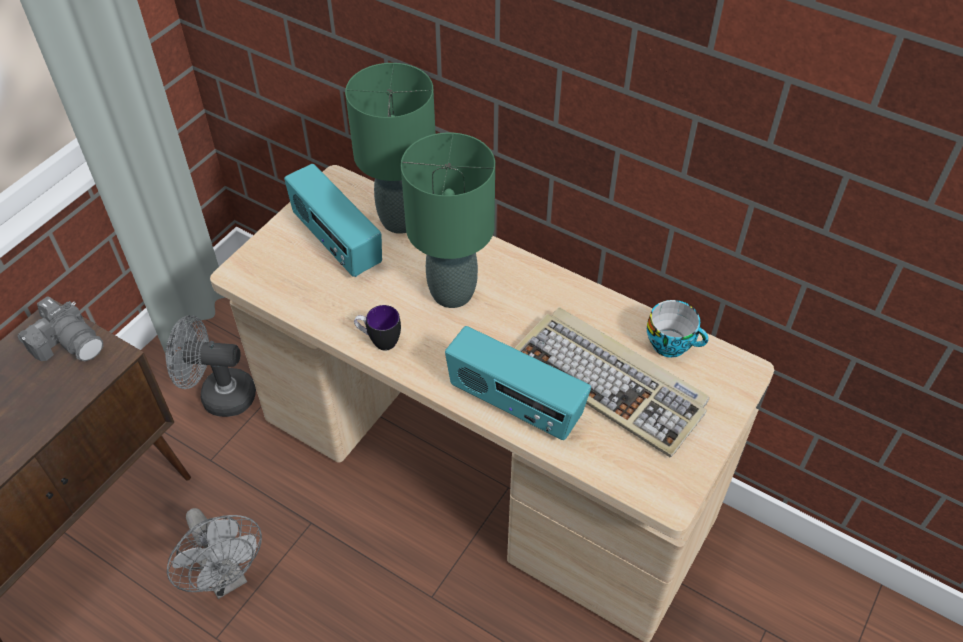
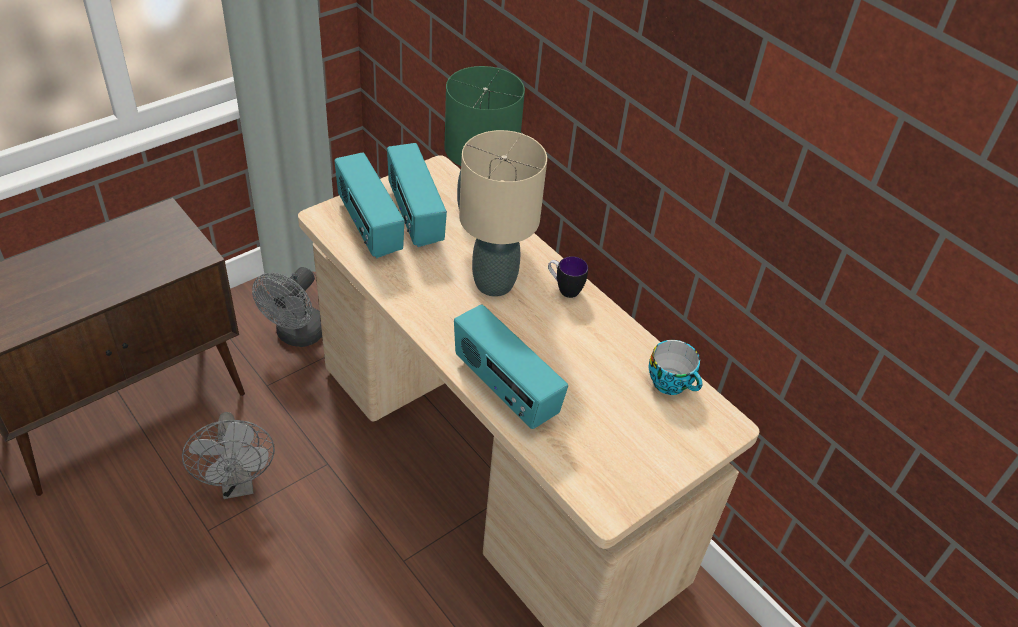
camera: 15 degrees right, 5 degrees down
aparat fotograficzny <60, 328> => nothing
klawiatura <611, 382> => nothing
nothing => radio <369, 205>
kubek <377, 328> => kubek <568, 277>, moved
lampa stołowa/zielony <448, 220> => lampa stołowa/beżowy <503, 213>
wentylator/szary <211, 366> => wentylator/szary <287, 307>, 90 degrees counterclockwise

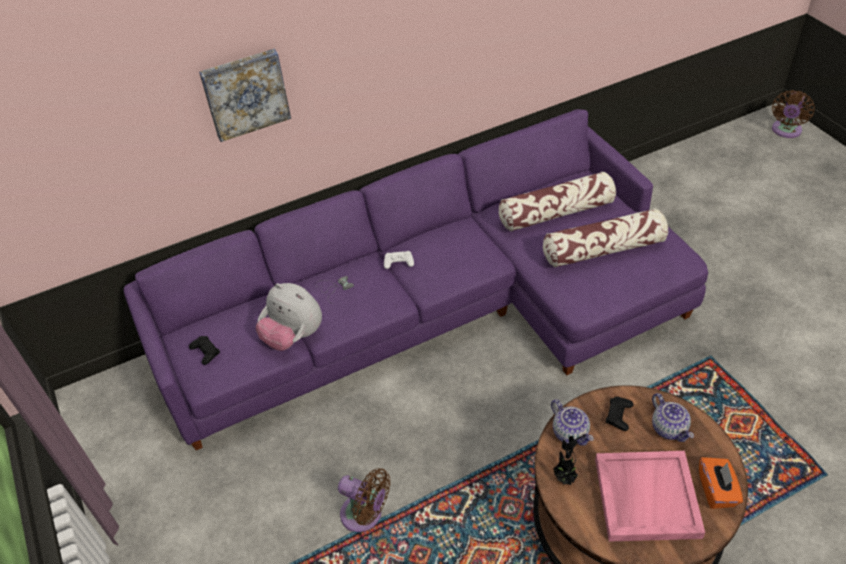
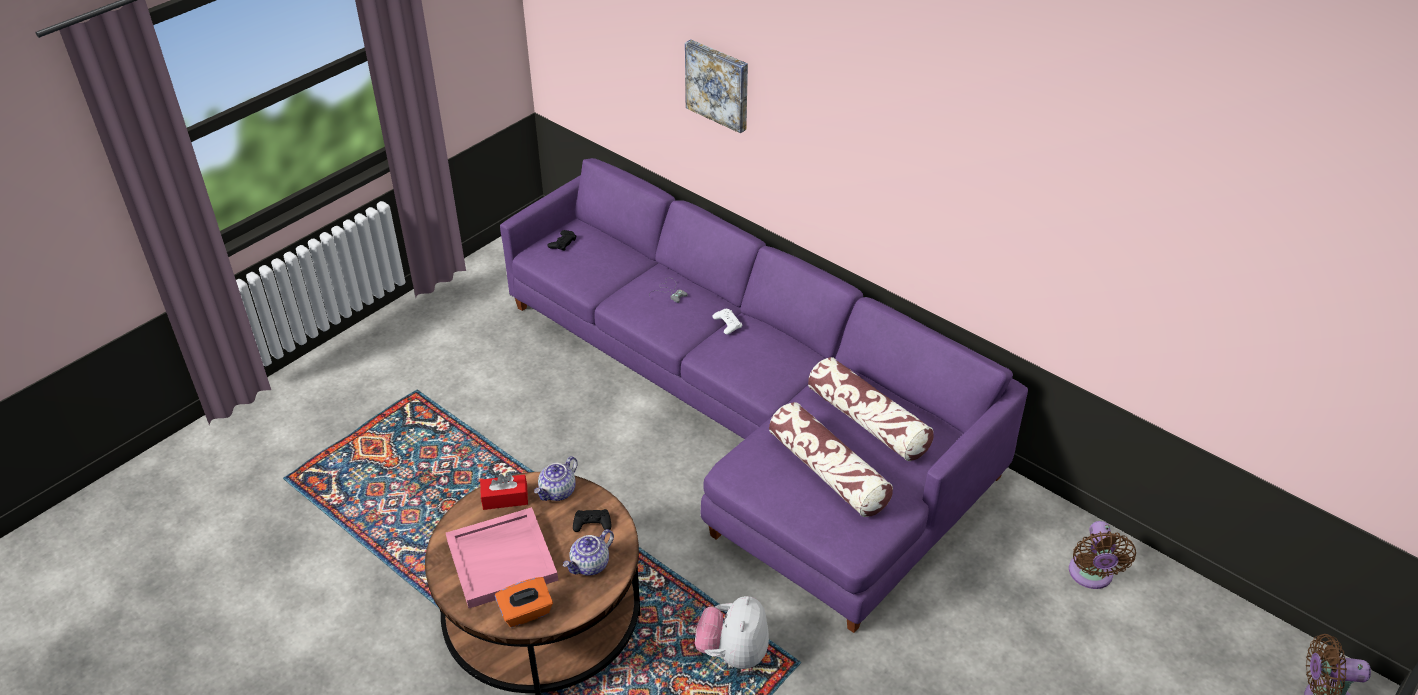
camera: 65 degrees right, 5 degrees down
pluszak <289, 317> => pluszak <732, 632>, moved
wentylator/brązowy <364, 500> => wentylator/brązowy <1102, 555>, moved
roślina doniczkowa <567, 460> => pudełko chusteczek/czerwony <504, 492>

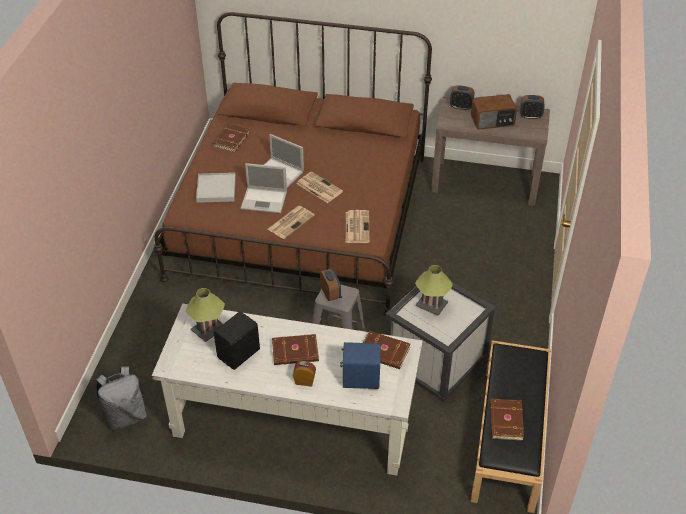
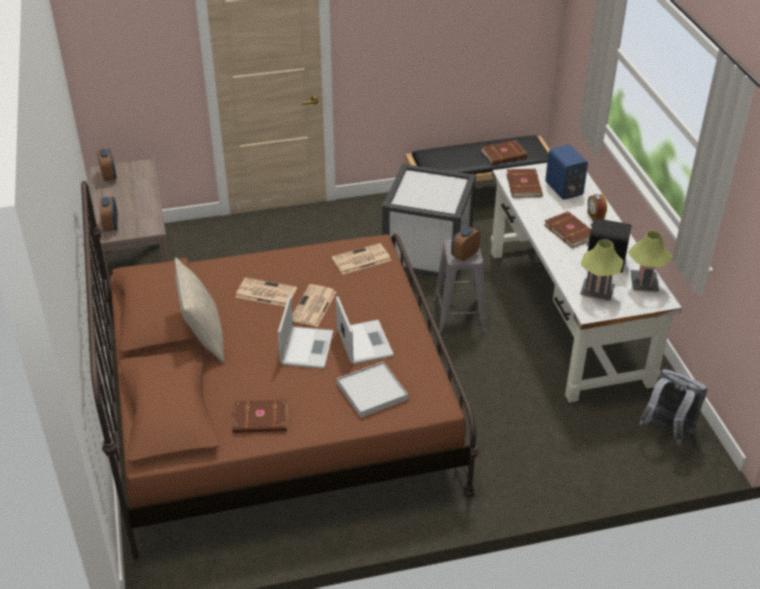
camera: 115 degrees left, 5 degrees down
radio <494, 112> => nothing
nothing => poduszka/beżowy <199, 310>
gazeta <291, 222> => gazeta <266, 292>, moved
lampa stołowa <434, 290> => lampa stołowa <650, 262>, moved

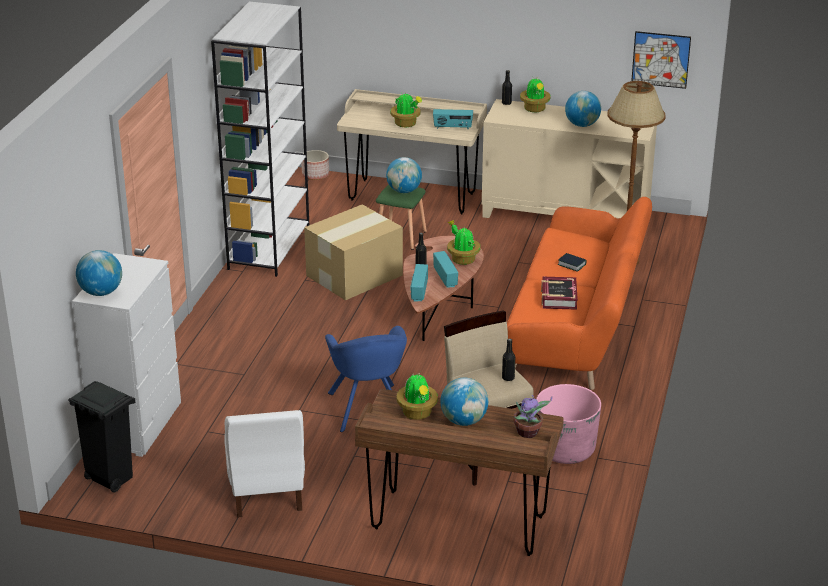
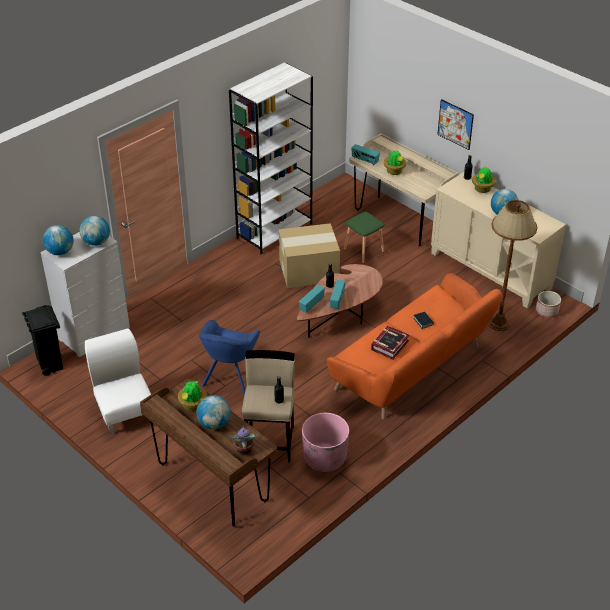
camera: 30 degrees right, 10 degrees up
roślina doniczkowa <463, 242> => nothing
donica <315, 165> => donica <548, 304>, moved
globus <404, 175> => globus <95, 231>, moved
radio <453, 119> => radio <365, 154>, moved
obraz <661, 60> => obraz <455, 124>, moved
krzesło/biały <264, 464> => krzesło/biały <118, 382>, 135 degrees clockwise

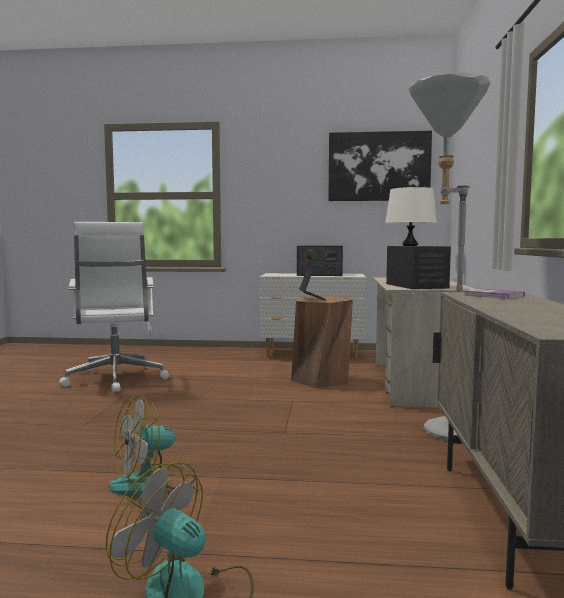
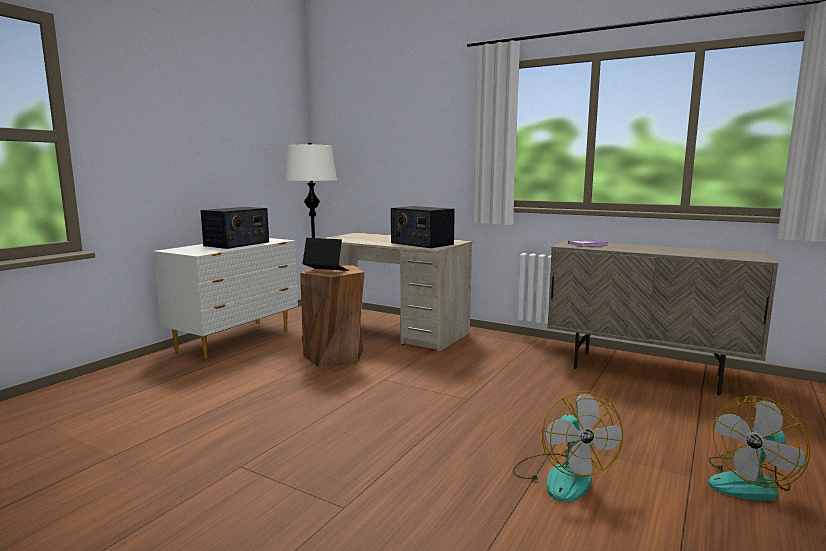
camera: 65 degrees left, 5 degrees up
krzesło biurowe/biały <114, 307> => nothing
obraz <380, 166> => nothing
lampa stojąca/szary <449, 257> => nothing
radio <418, 267> => radio <423, 227>, 150 degrees counterclockwise

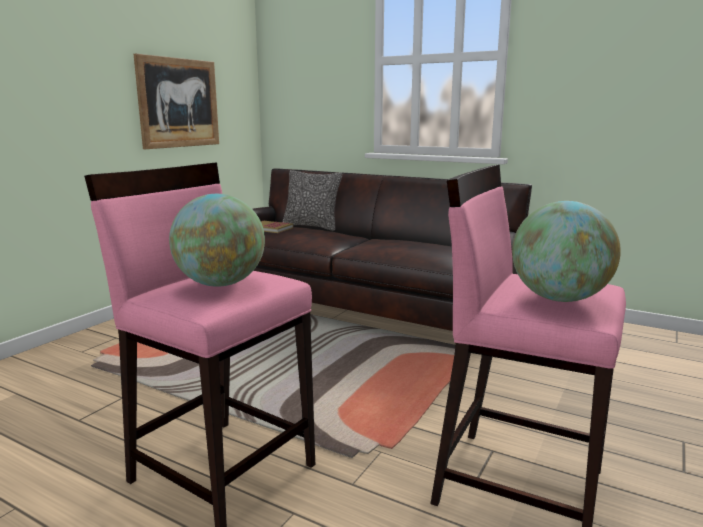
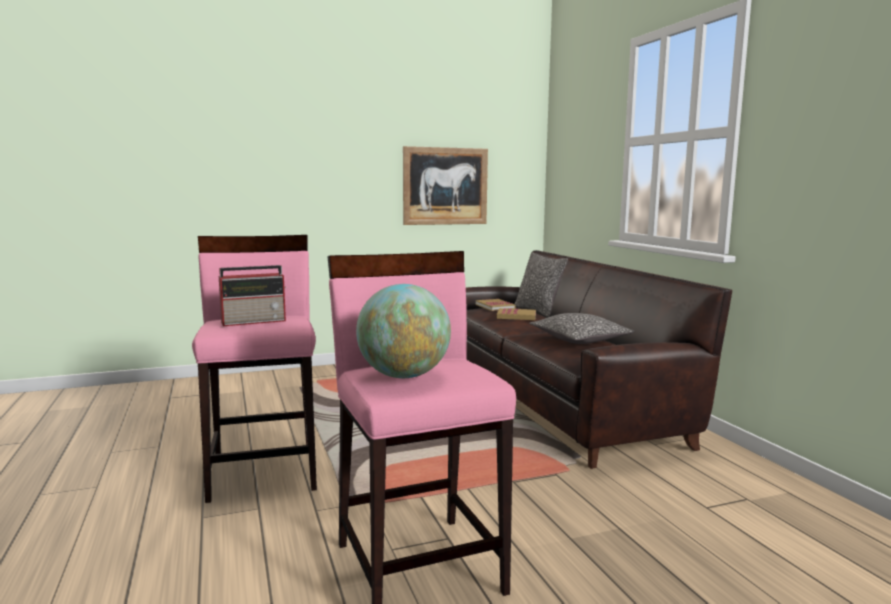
camera: 40 degrees right, 5 degrees down
nothing => książka <516, 314>
nothing => poduszka <582, 328>
globus <217, 240> => radio <252, 295>

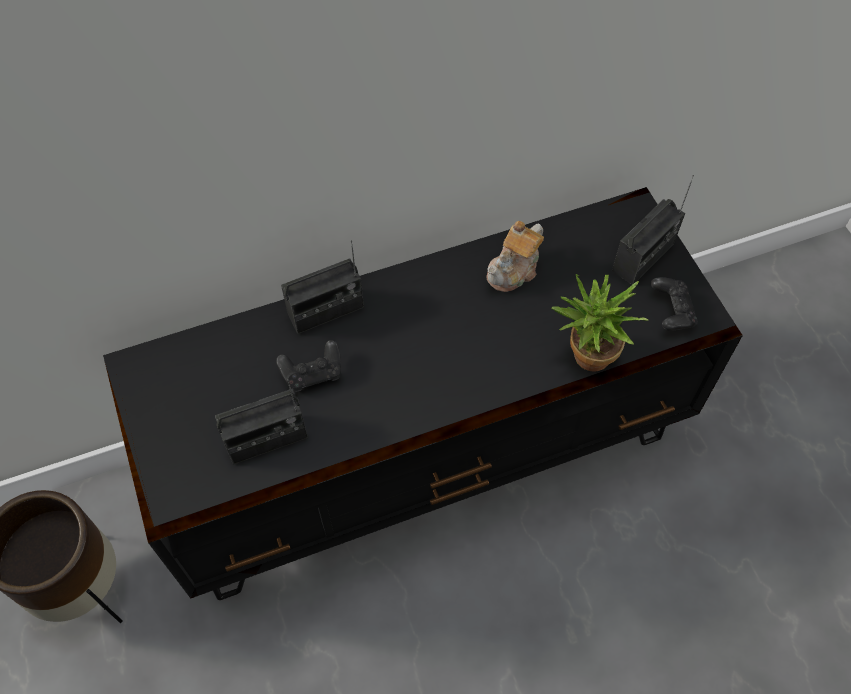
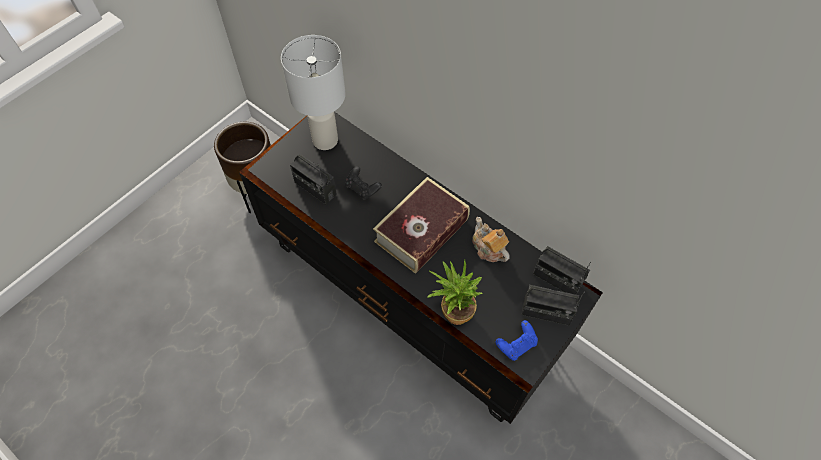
camera: 60 degrees right, 0 degrees up
nothing => lampa stołowa/biały <313, 92>
nothing => książka <421, 225>
radio <322, 287> => radio <562, 270>, moved
pad do gier/czarny <674, 304> => pad do gier/niebieski <516, 340>
imbryk <515, 256> => imbryk <491, 239>, 45 degrees clockwise

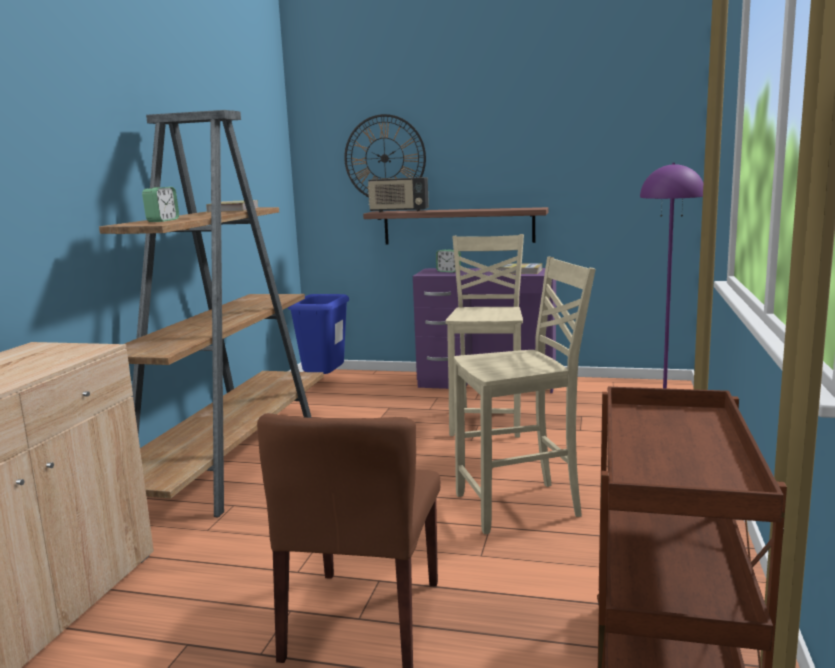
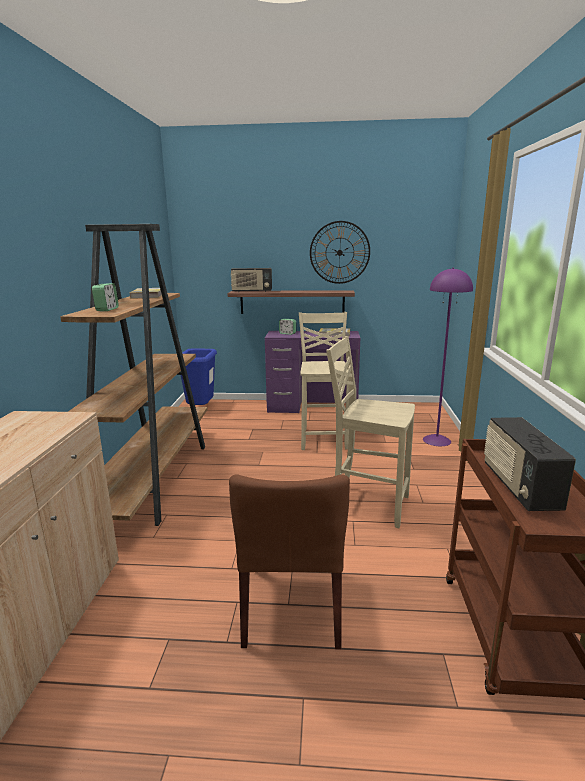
camera: 10 degrees left, 5 degrees up
nothing => radio <530, 464>
zegar ścienny <385, 155> => zegar ścienny <340, 252>, moved
krzesło/beżowy <524, 395> => krzesło/beżowy <370, 432>, 135 degrees counterclockwise

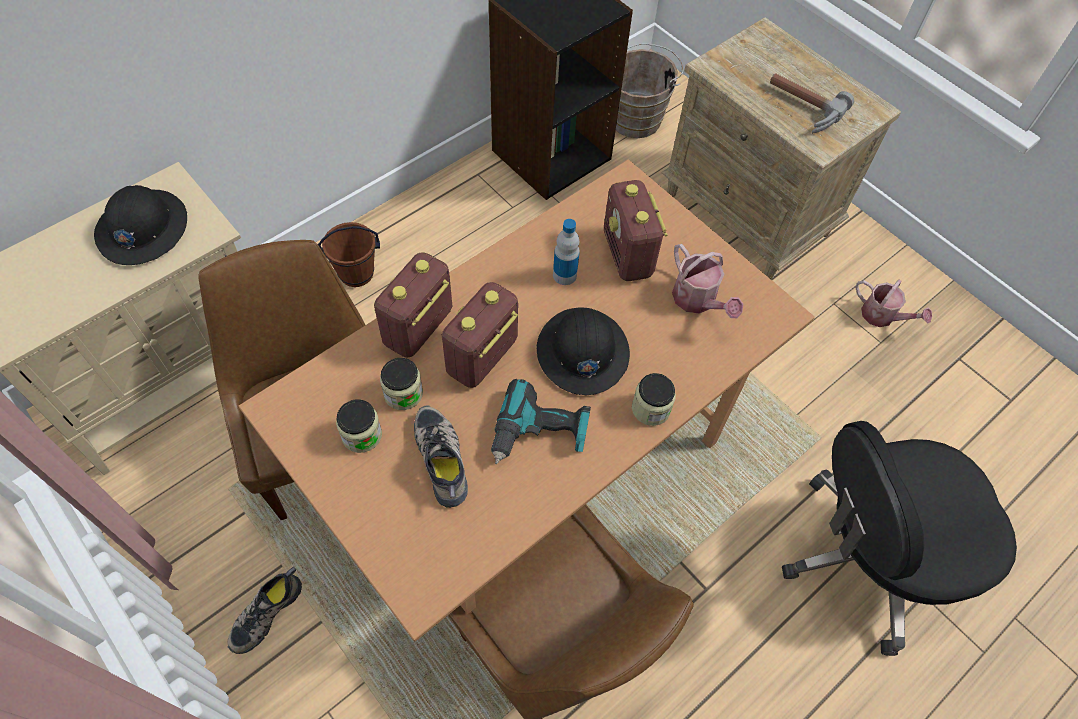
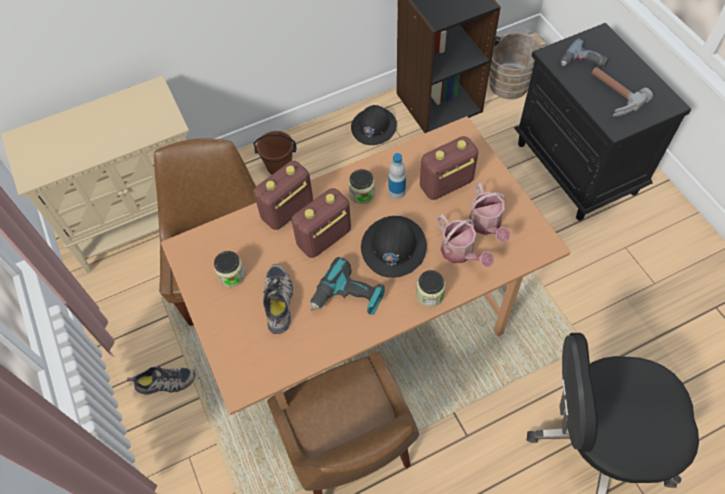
camera: 20 degrees right, 0 degrees up
nothing => wiertarka <585, 52>
kask/czarny <140, 225> => kask/czarny <374, 125>, moved
słoik <401, 384> => słoik <362, 186>, moved
konewka <893, 303> => konewka <465, 241>, moved
szafka nocna/beżowy <781, 148> => szafka nocna/czarny <602, 122>
but <264, 610> => but <161, 380>, 150 degrees counterclockwise
radio <636, 230> => radio <449, 168>, 60 degrees clockwise

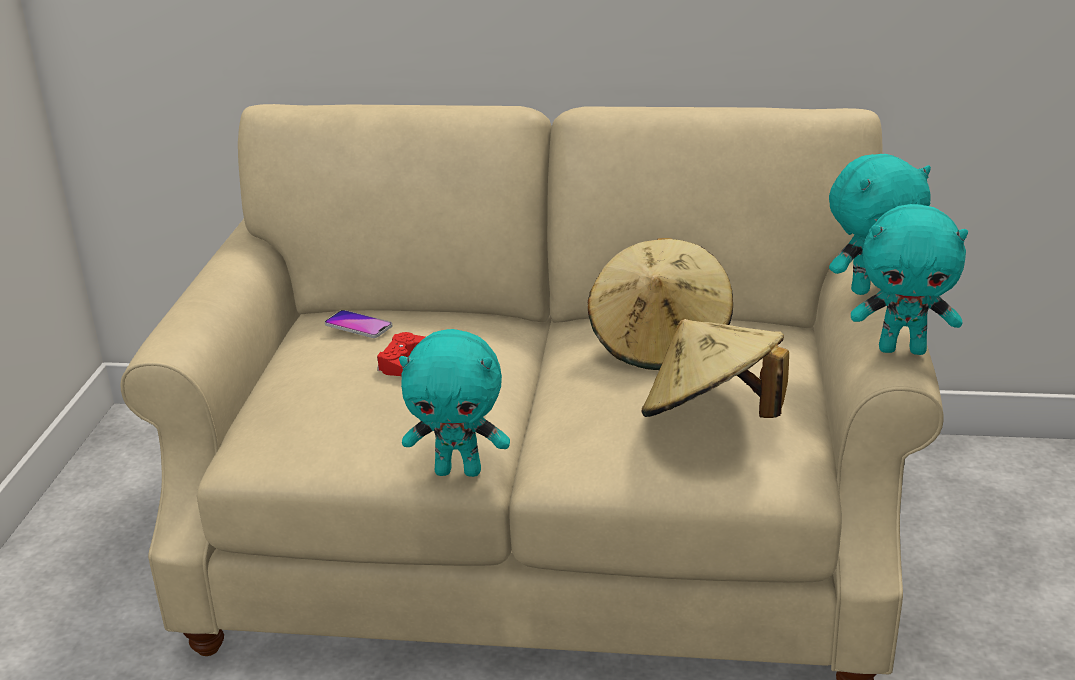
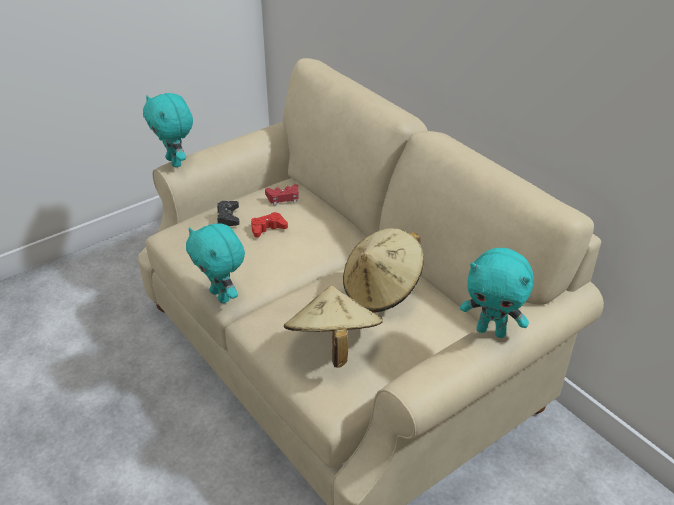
camera: 45 degrees right, 10 degrees up
nothing => pad do gier/czarny <228, 213>
pluszak/turkusowy <909, 279> => pluszak/turkusowy <168, 130>, moved
telefon <358, 324> => pad do gier/czerwony <282, 194>

